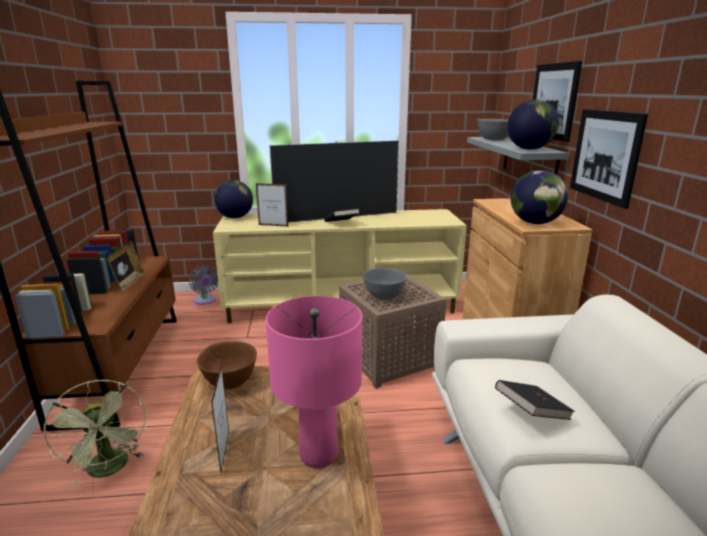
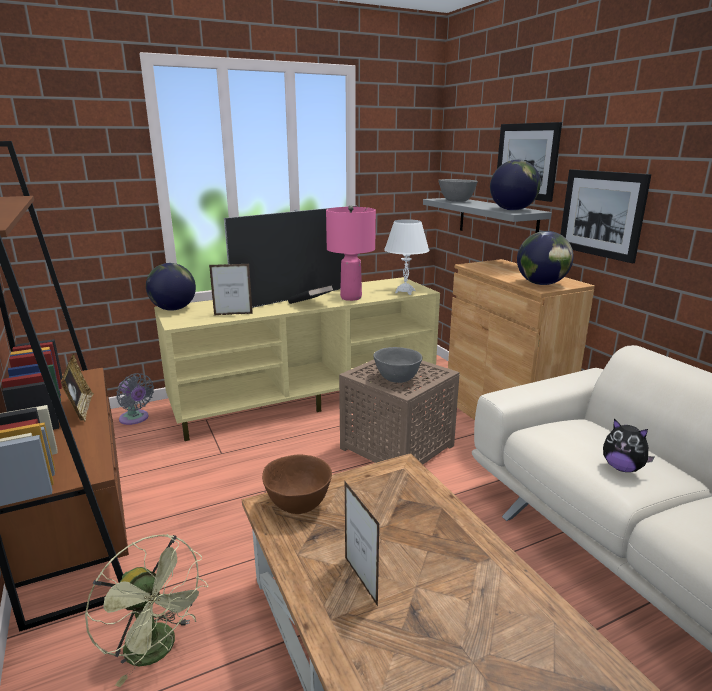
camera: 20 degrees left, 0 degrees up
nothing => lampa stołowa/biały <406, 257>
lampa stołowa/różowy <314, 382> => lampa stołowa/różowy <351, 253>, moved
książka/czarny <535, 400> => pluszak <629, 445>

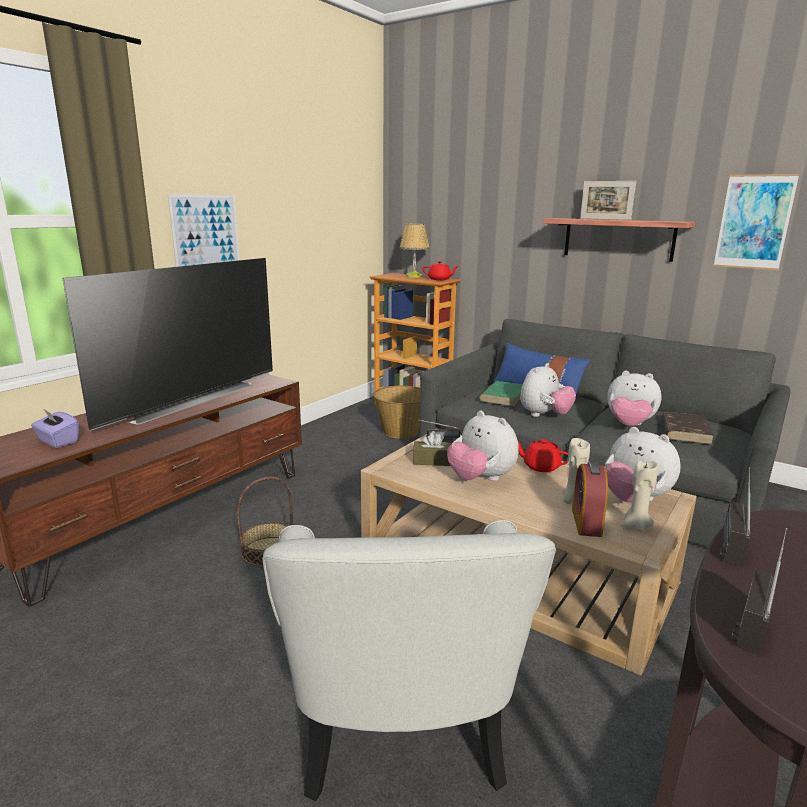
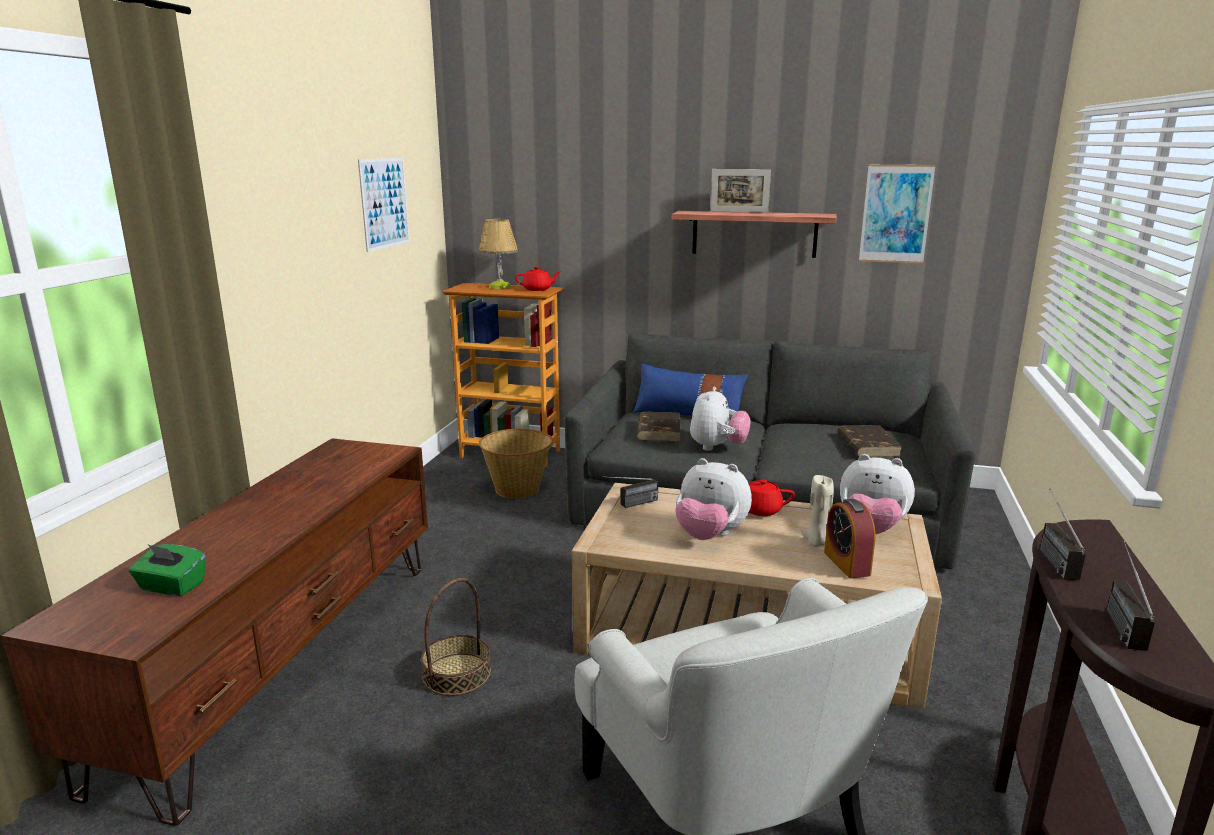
camera: 20 degrees left, 0 degrees up
telewizor <168, 344> => nothing
pudełko chusteczek/brązowy <432, 448> => nothing
pluszak <634, 398> => nothing
świeca/beżowy <639, 496> => nothing
obraz <204, 230> => obraz <384, 205>, moved
pudełko chusteczek/fioletowy <55, 429> => pudełko chusteczek/zielony <167, 570>
książka/zielony <501, 393> => książka/brązowy <658, 426>

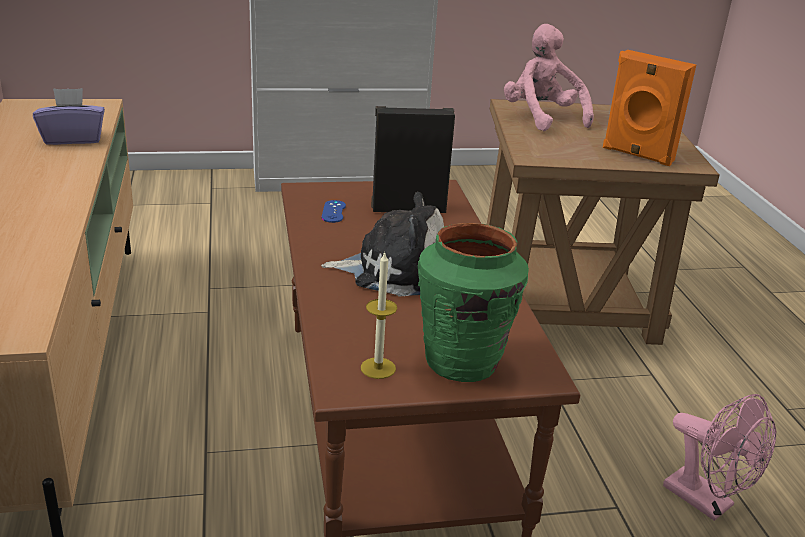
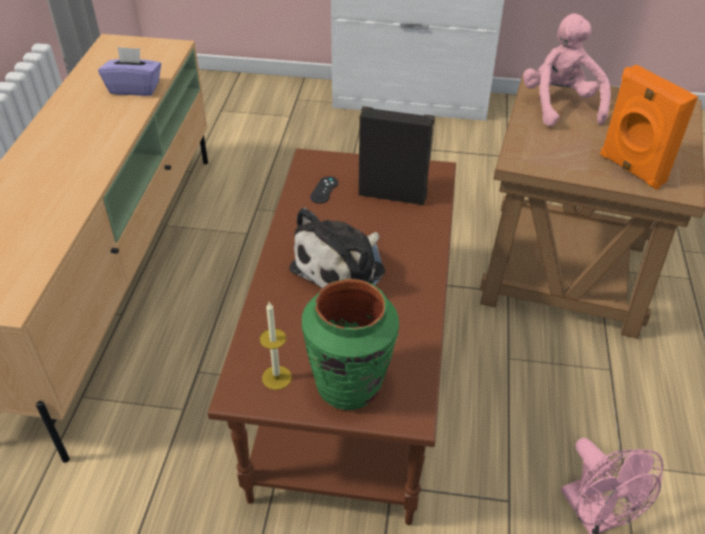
camera: 20 degrees right, 15 degrees up
pad do gier/niebieski <334, 211> => pad do gier/czarny <324, 190>
pluszak <382, 244> => pluszak <337, 247>, 105 degrees clockwise

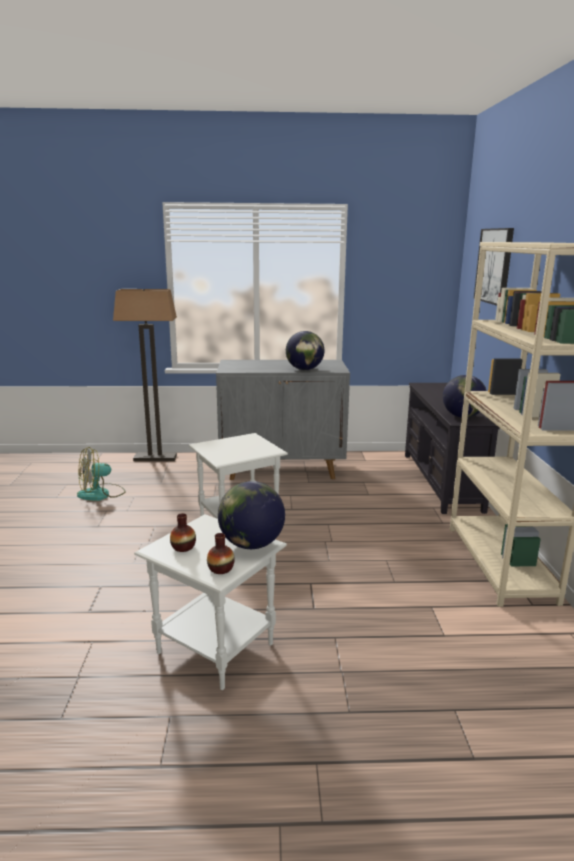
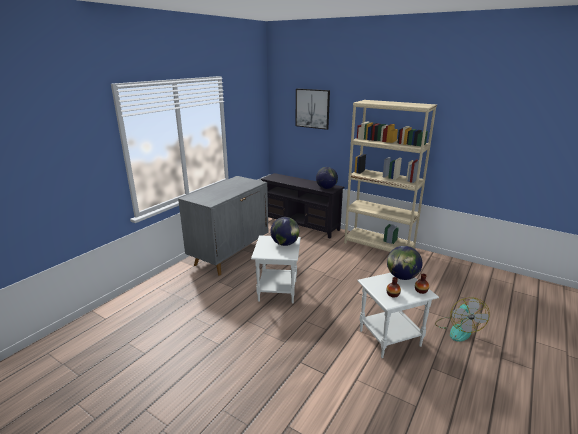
camera: 55 degrees left, 5 degrees up
lampa stojąca <145, 375> => nothing
wentylator <101, 474> => wentylator <462, 319>, moved
globus <305, 350> => globus <285, 231>, moved

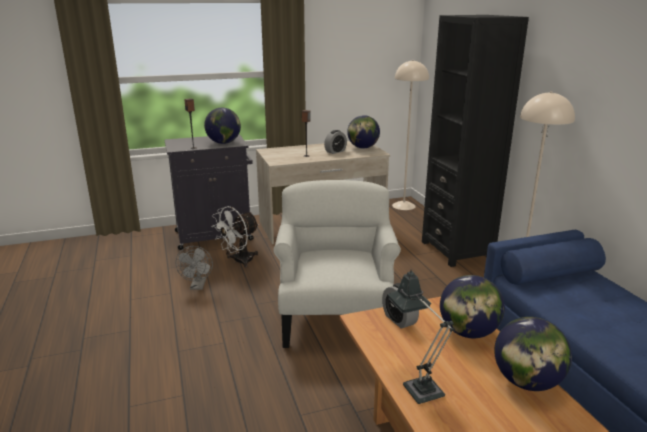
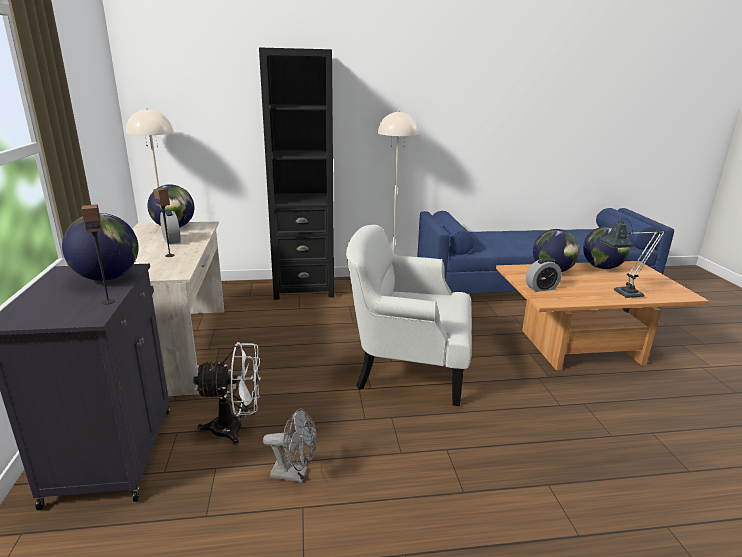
camera: 80 degrees left, 0 degrees up
wentylator/biały <235, 237> => wentylator/biały <227, 393>, 60 degrees counterclockwise

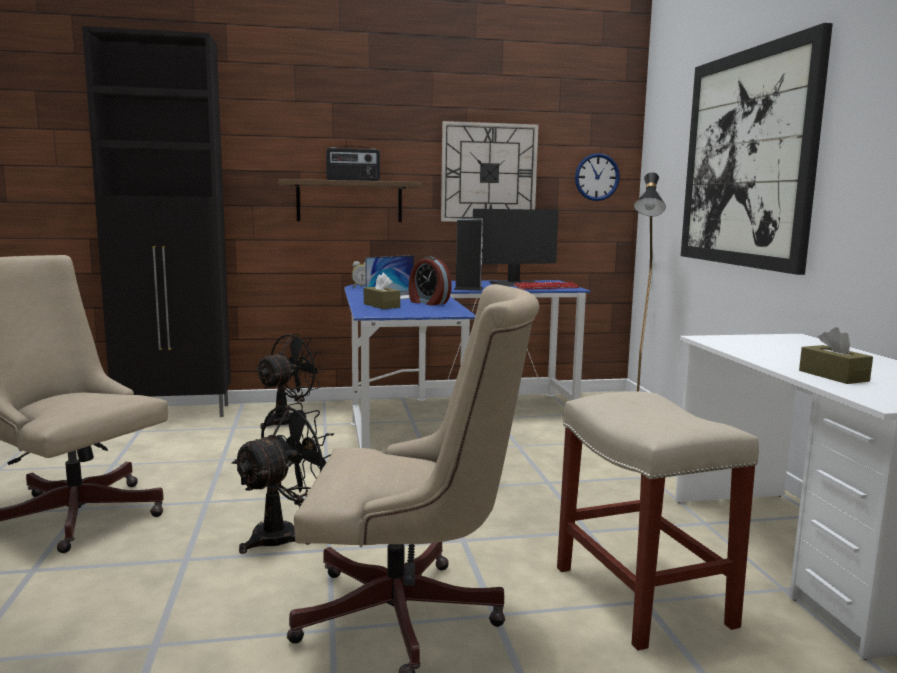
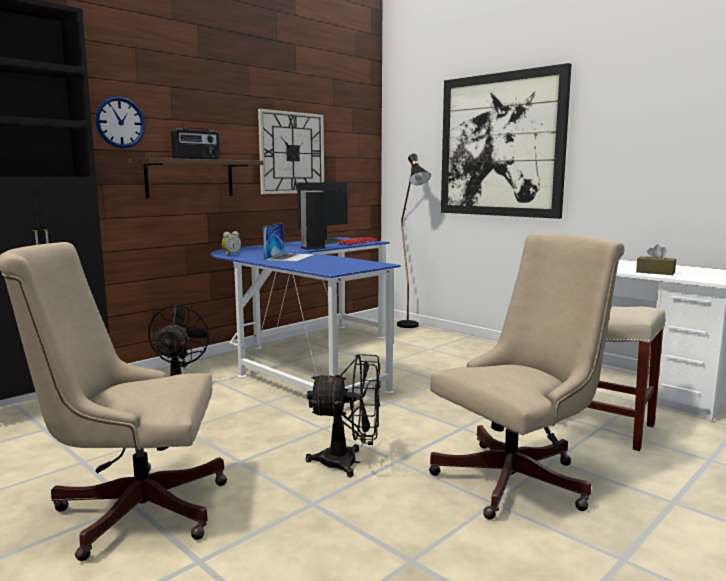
camera: 35 degrees left, 0 degrees up
pudełko chusteczek/brązowy <382, 291> => nothing
budzik <429, 281> => nothing
zegar ścienny <597, 177> => zegar ścienny <120, 122>, moved
wentylator/czarny <283, 478> => wentylator/czarny <343, 415>, 90 degrees clockwise

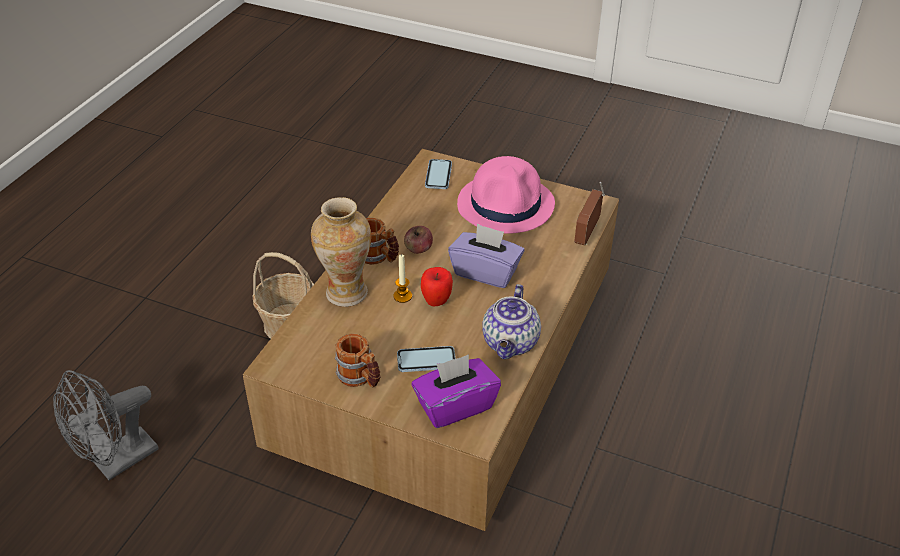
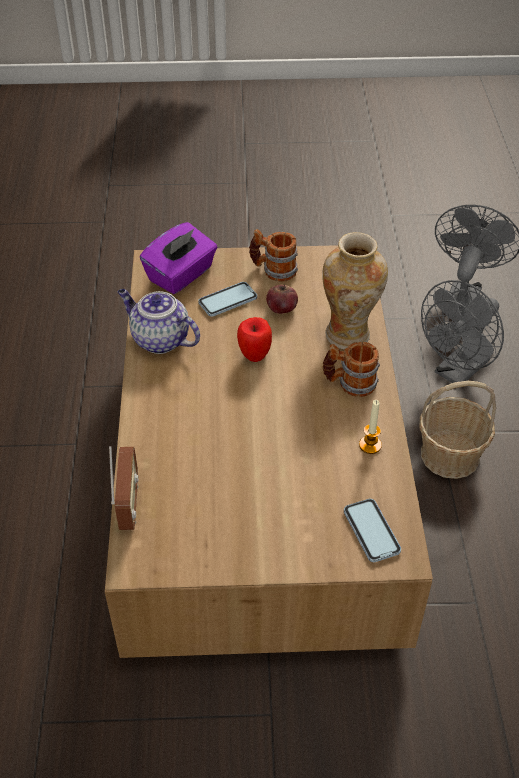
camera: 155 degrees right, 5 degrees up
pudełko chusteczek/fioletowy <486, 256> => nothing
kapelusz/różowy <506, 194> => nothing
nothing => wentylator/szary <462, 334>
świeca <402, 278> => świeca <370, 427>, moved
jabłko <418, 240> => jabłko <282, 299>, moved
imbryk <511, 321> => imbryk <159, 321>, 45 degrees counterclockwise

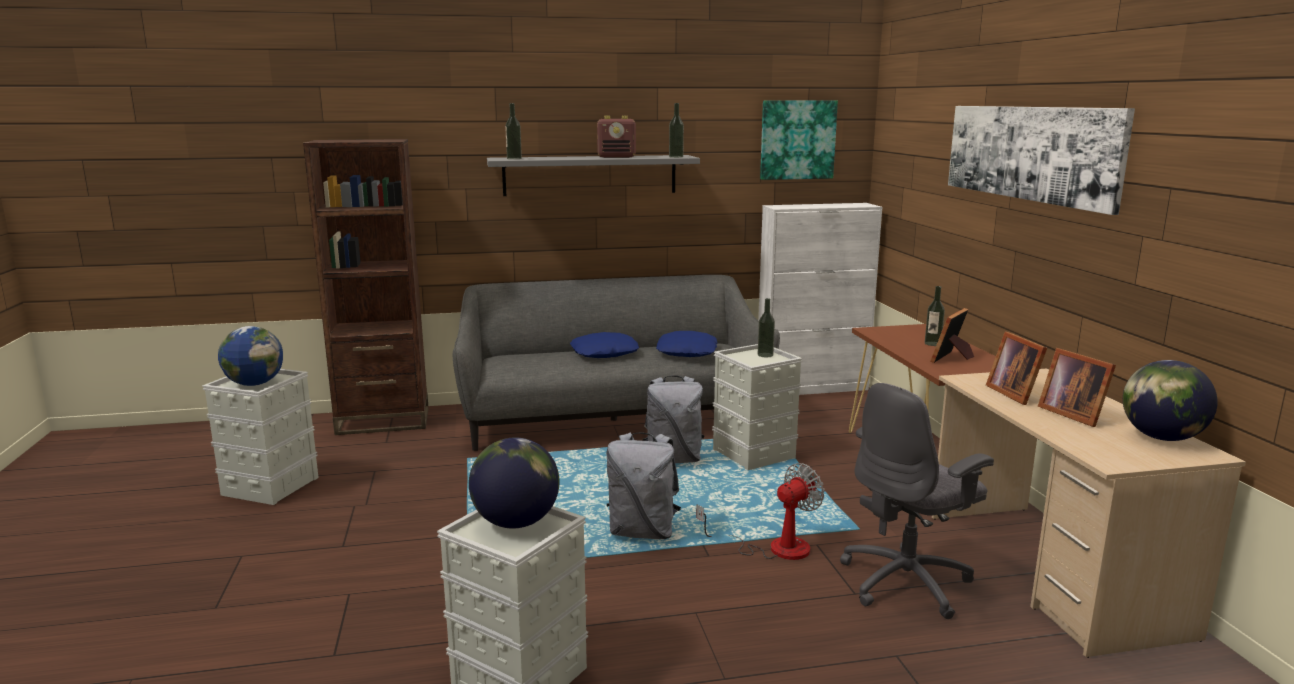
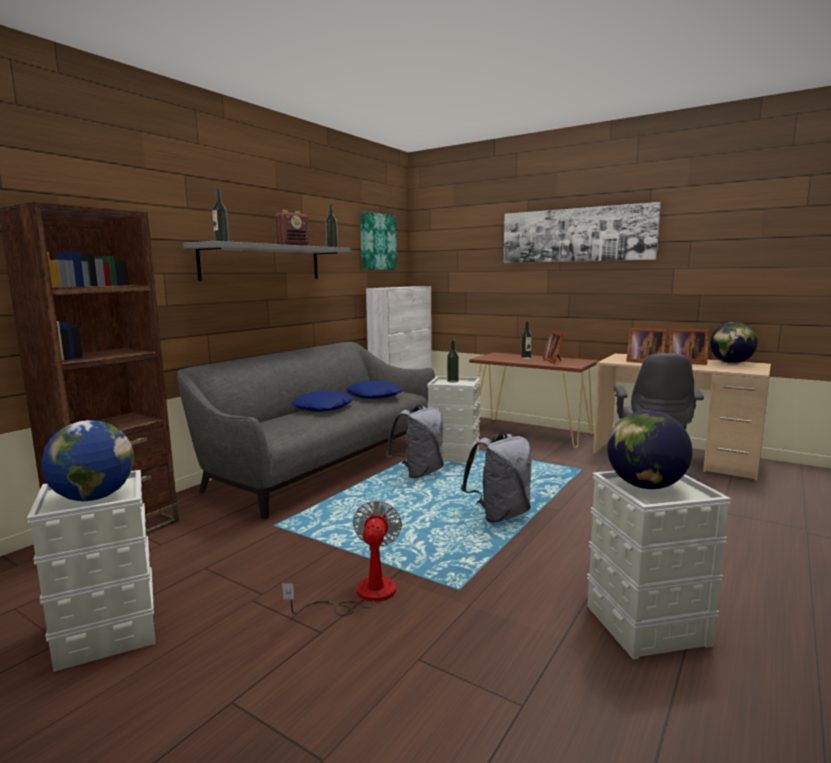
camera: 45 degrees left, 5 degrees down
wentylator <760, 511> => wentylator <342, 558>, moved

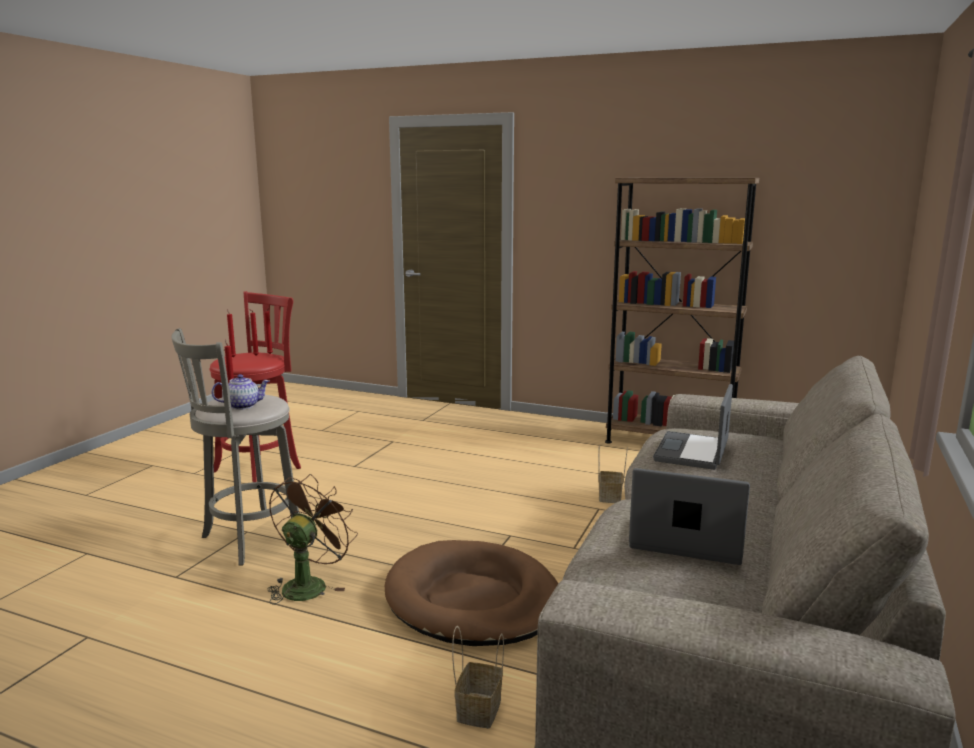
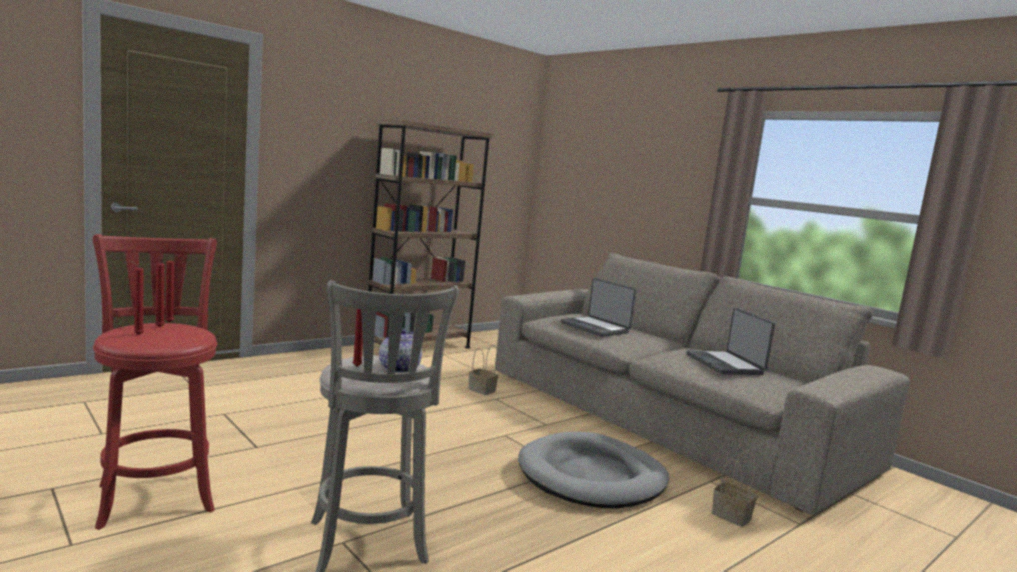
camera: 65 degrees left, 5 degrees down
wentylator/brązowy <313, 539> => nothing
legowisko/brązowy <471, 593> => legowisko/szary <593, 470>
laptop <689, 516> => laptop <730, 341>, 60 degrees counterclockwise

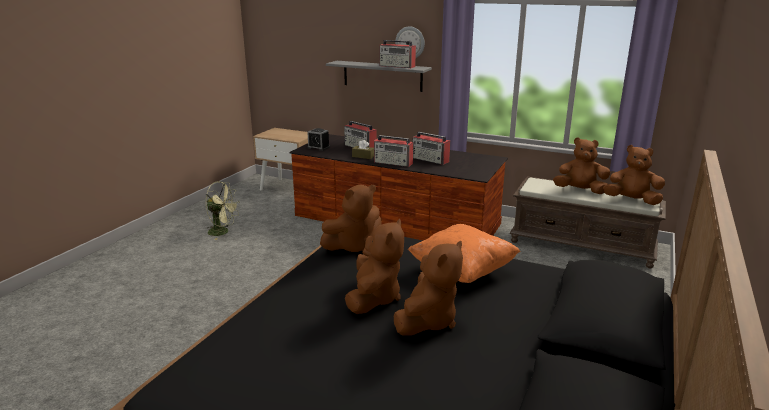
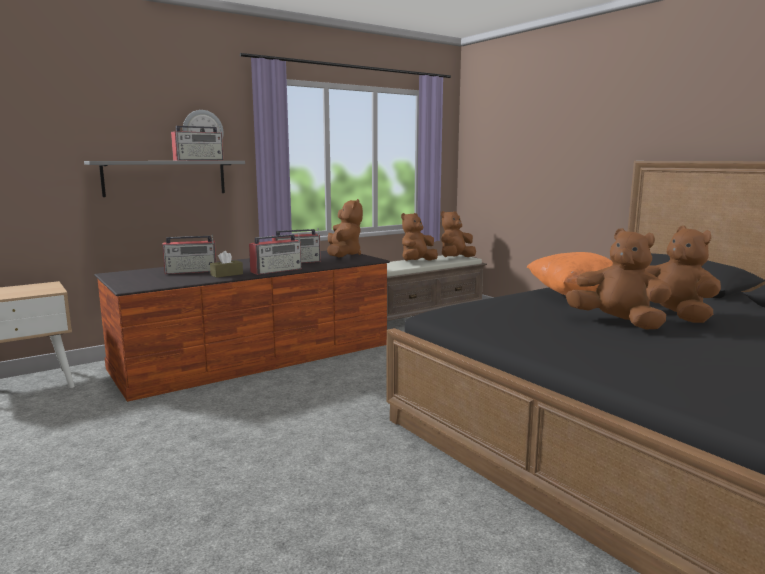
camera: 60 degrees left, 10 degrees down
wentylator/zielony <223, 210> => nothing
budzik <318, 139> => nothing
pluszak/brązowy <351, 219> => pluszak/brązowy <345, 228>, moved

